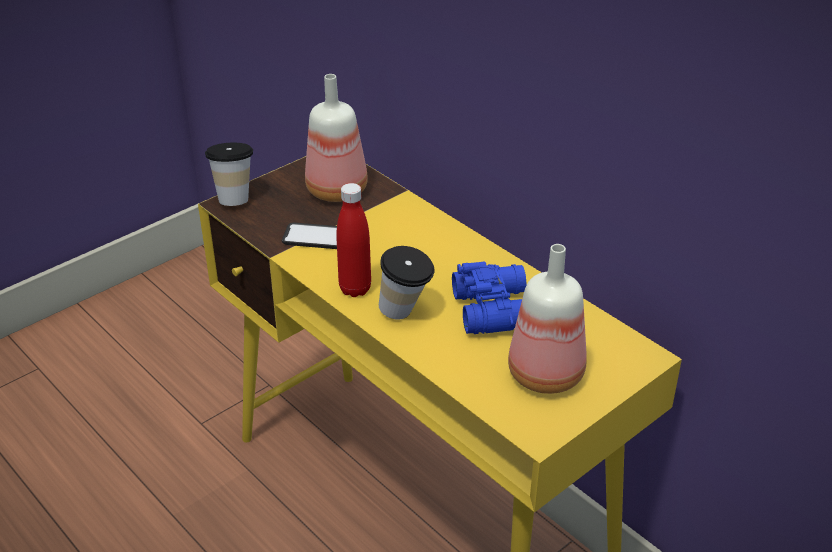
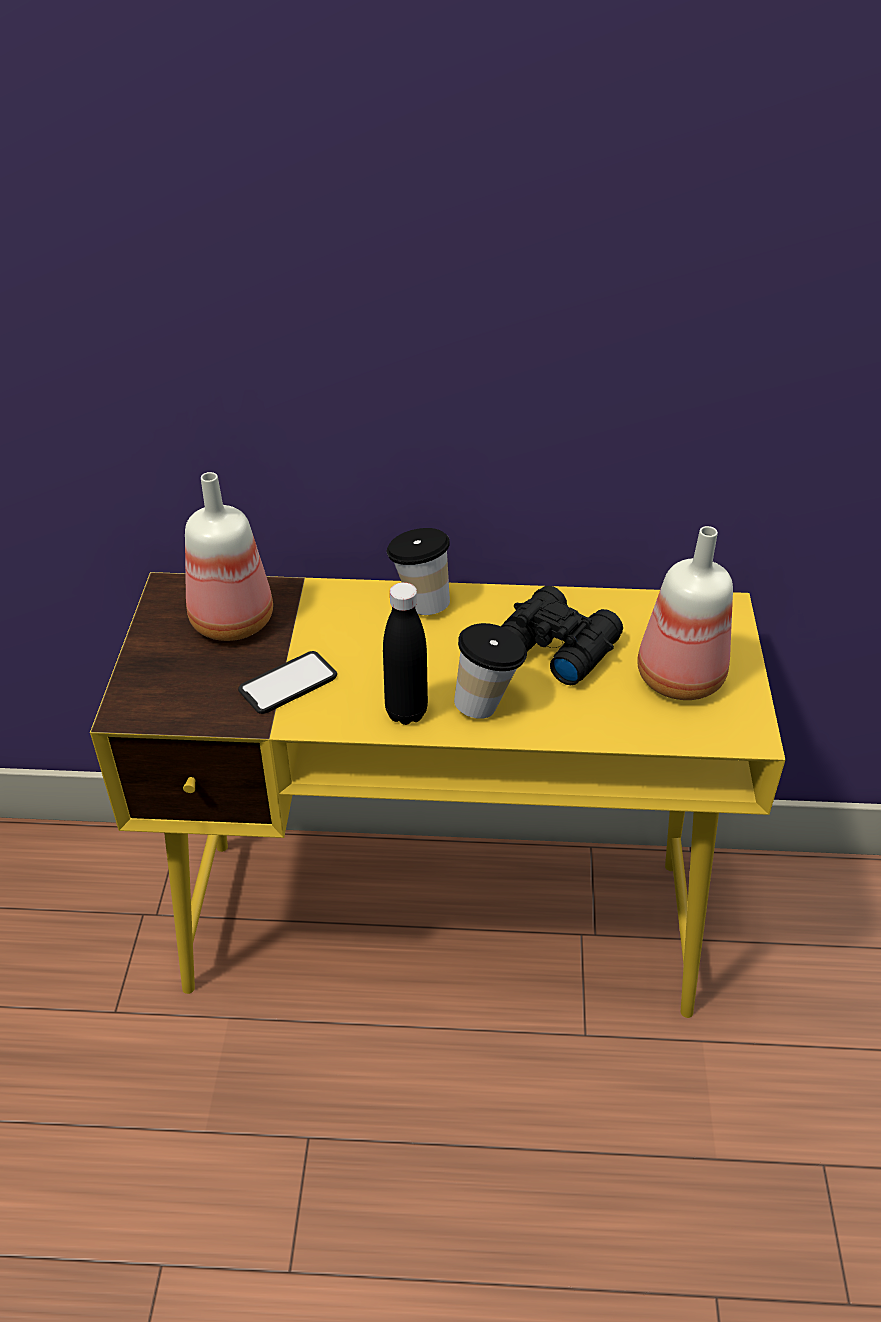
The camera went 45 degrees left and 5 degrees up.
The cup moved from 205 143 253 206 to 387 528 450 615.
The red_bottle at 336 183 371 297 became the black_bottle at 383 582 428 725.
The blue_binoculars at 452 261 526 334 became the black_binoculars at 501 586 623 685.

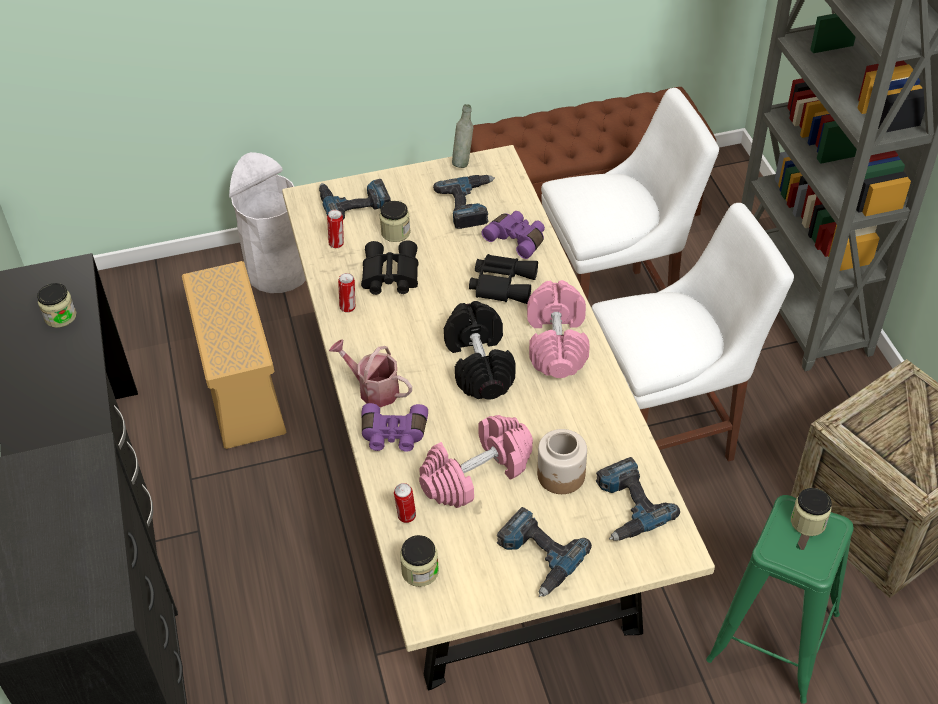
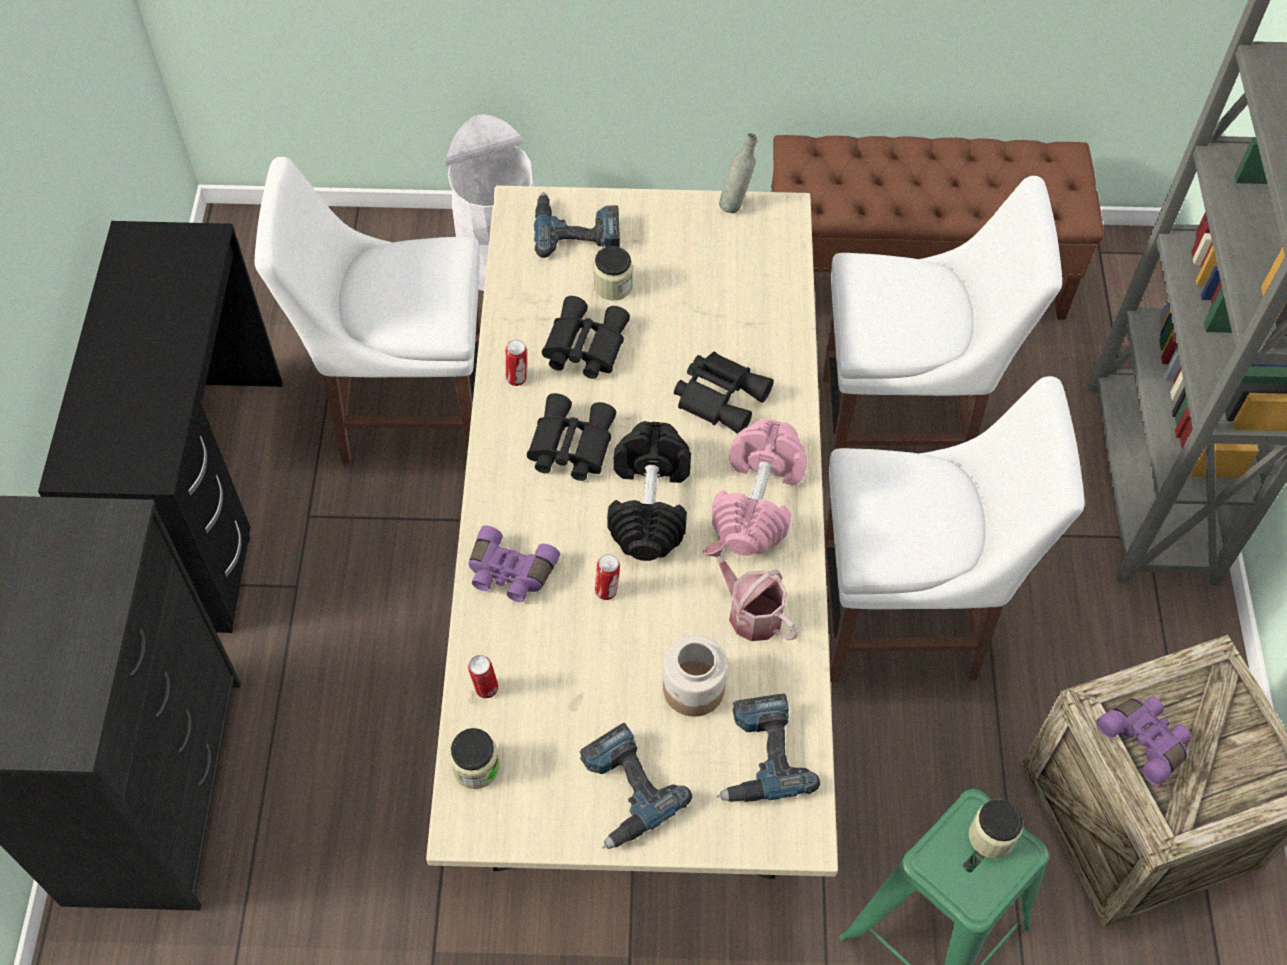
The camera went 15 degrees right and 10 degrees up.
The jar at 37 283 77 328 disappeared.
The beige_storage_box at 182 261 286 449 was replaced by the white_chair at 255 157 481 464.
The can moved from 327 210 344 248 to 595 554 620 600.
The watering_can moved from 329 339 412 407 to 703 540 798 641.
The pink_dumbbell at 419 415 533 508 disappeared.
The power_drill at 433 175 495 229 disappeared.
The purple_binoculars moved from 482 211 545 259 to 1096 697 1192 786.
The black_binoculars at 527 393 616 481 appeared.

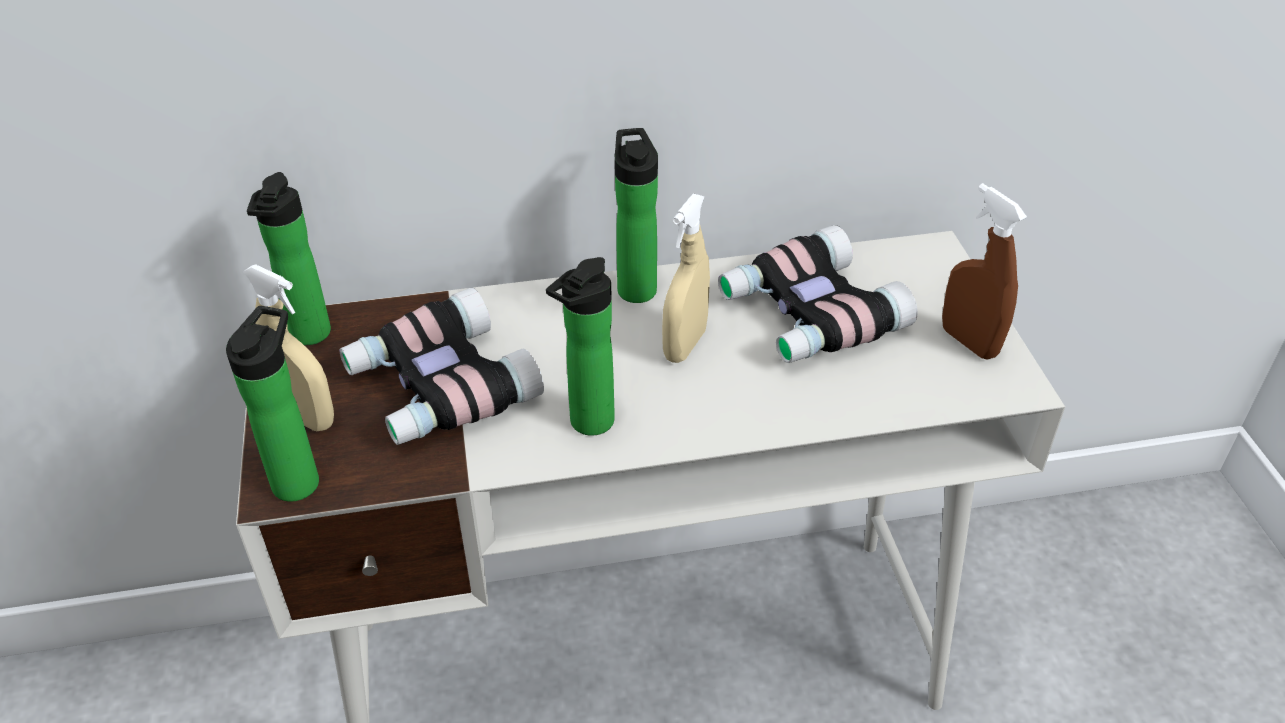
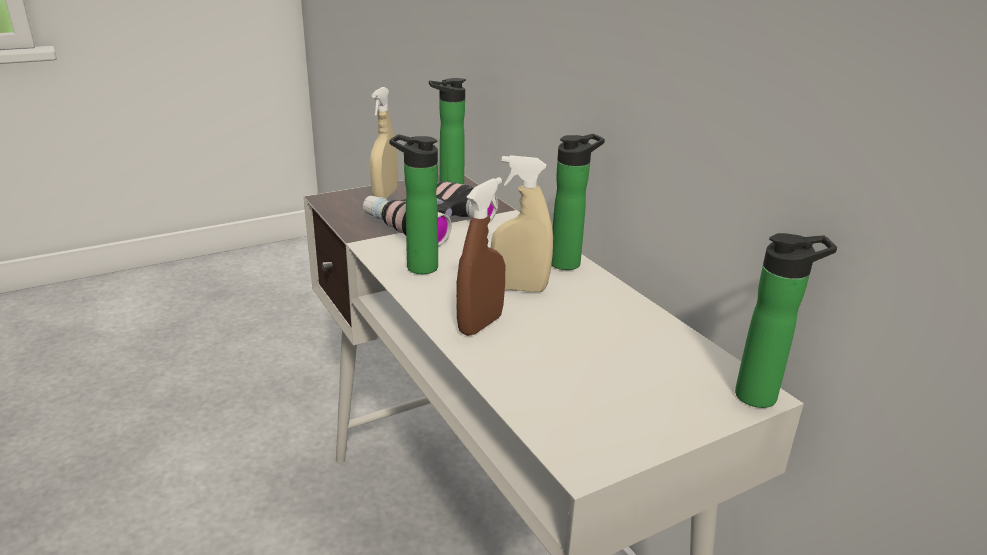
The camera went 70 degrees right and 15 degrees down.
The bottle moved from 226 306 319 502 to 735 233 837 408.
The binoculars at 718 225 918 363 disappeared.
The brown_spray_bottle moved from 942 183 1027 360 to 456 177 505 336.

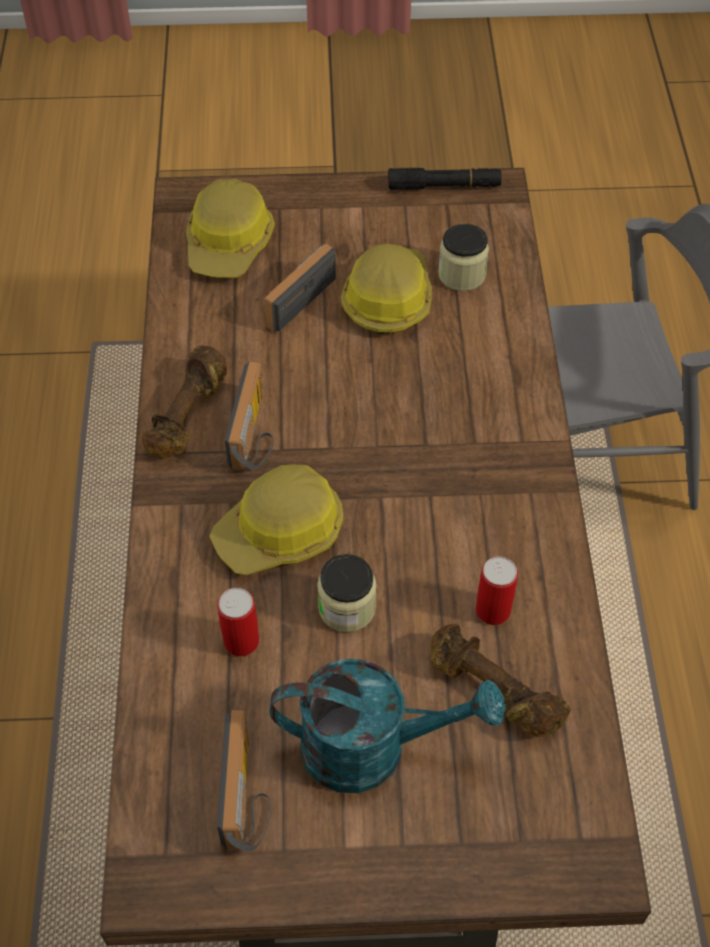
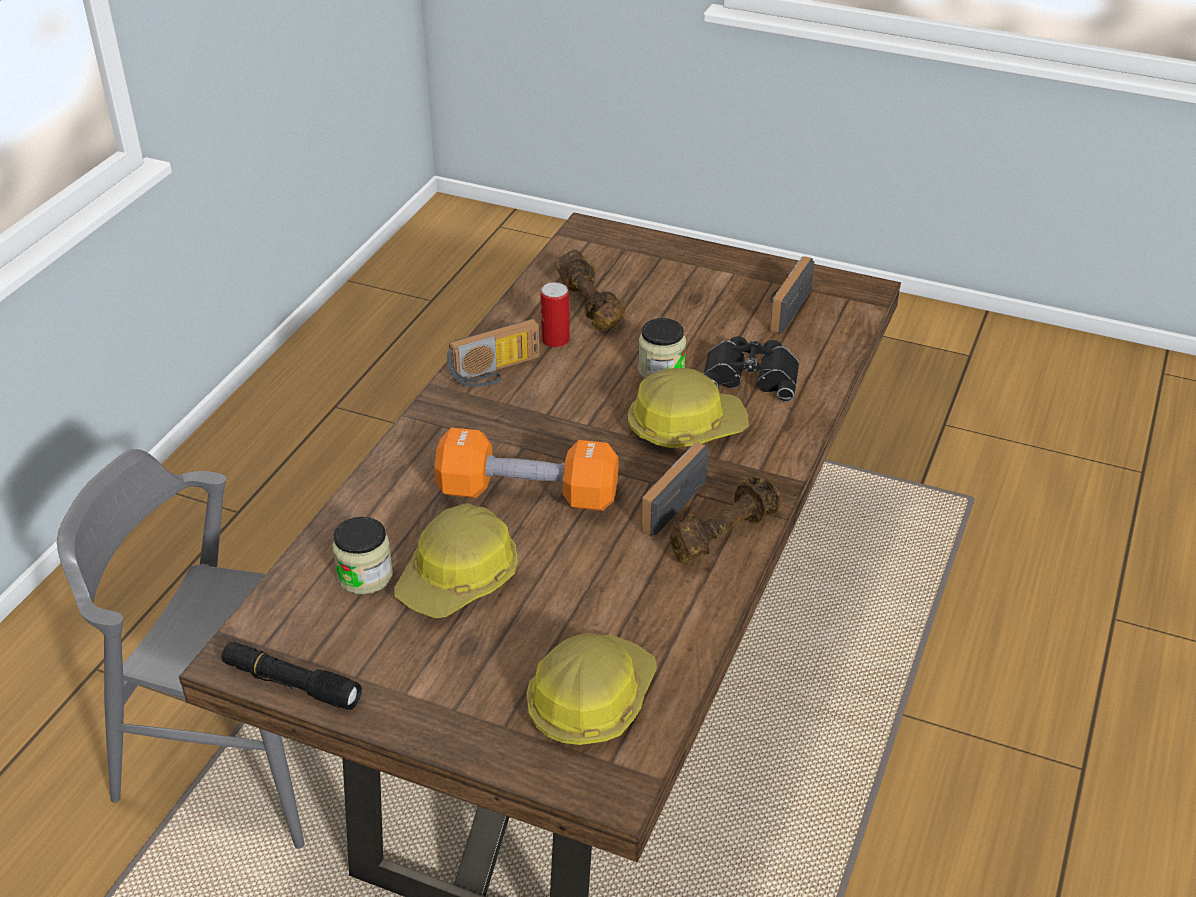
The camera went 155 degrees left and 15 degrees down.
The can at 218 588 259 657 was replaced by the black_binoculars at 704 336 799 402.
The radio moved from 265 244 336 333 to 447 319 539 387.
The turquoise_watering_can at 270 659 505 793 disappeared.
The orange_dumbbell at 434 428 619 511 appeared.

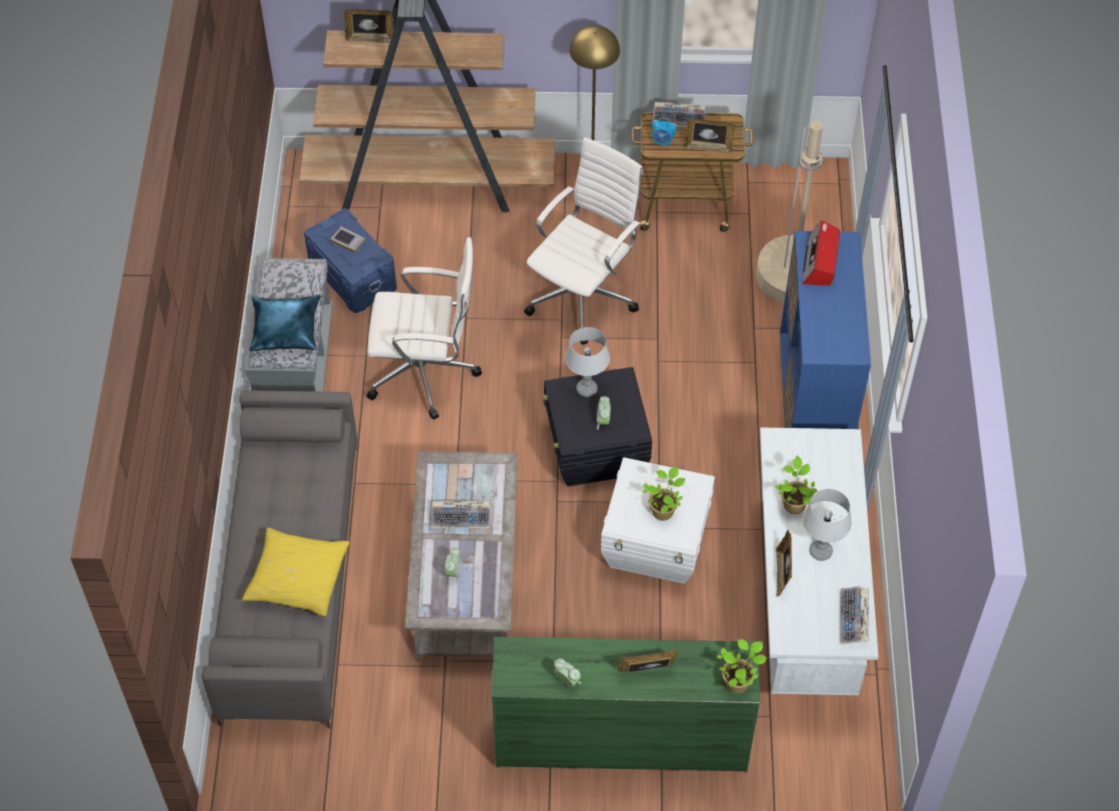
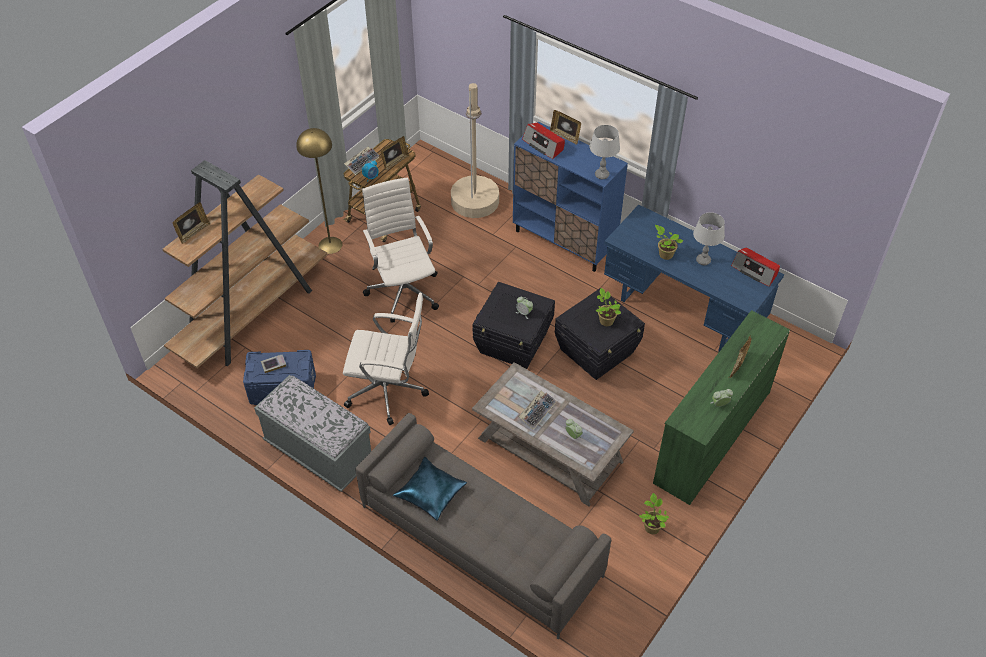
The camera went 55 degrees left and 5 degrees down.
The yellow_pillow at 242 528 350 616 disappeared.
The blue_pillow moved from 249 295 320 351 to 393 457 467 521.
The white_office_chair at 367 237 482 420 turned 60 degrees clockwise.
The grey_table_lamp moved from 565 327 610 397 to 589 125 620 179.
The white_storage_box at 601 457 715 584 became the black_storage_box at 555 289 645 380.
The potted_plant moved from 717 639 768 694 to 639 493 669 534.
The white_desk at 760 427 879 695 became the blue_desk at 604 205 784 352.
The picture_frame moved from 776 530 792 597 to 550 110 581 145.
The keyboard at 840 586 869 645 was replaced by the radio at 731 248 780 287.

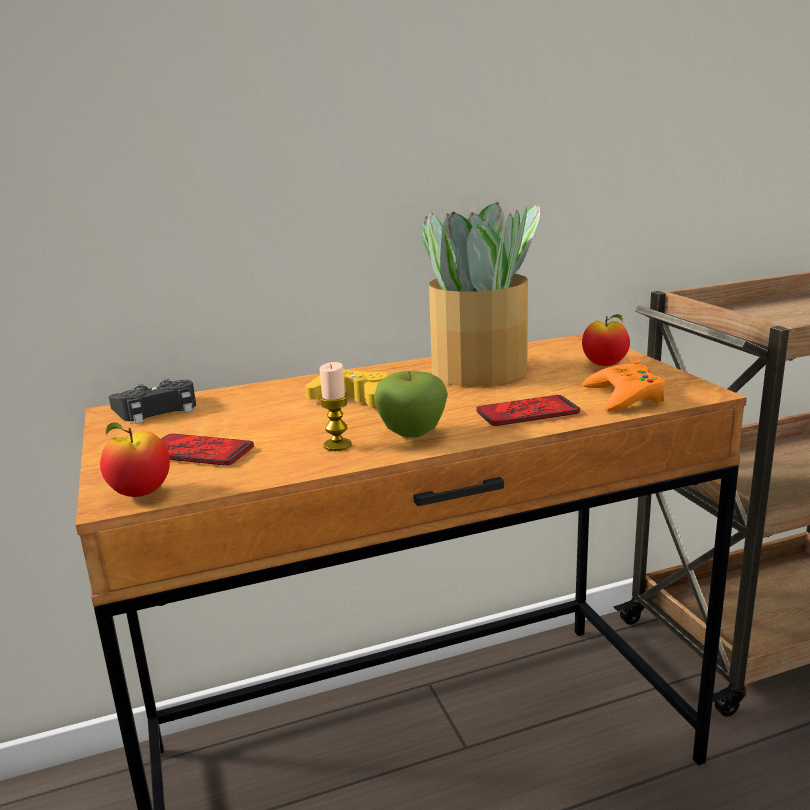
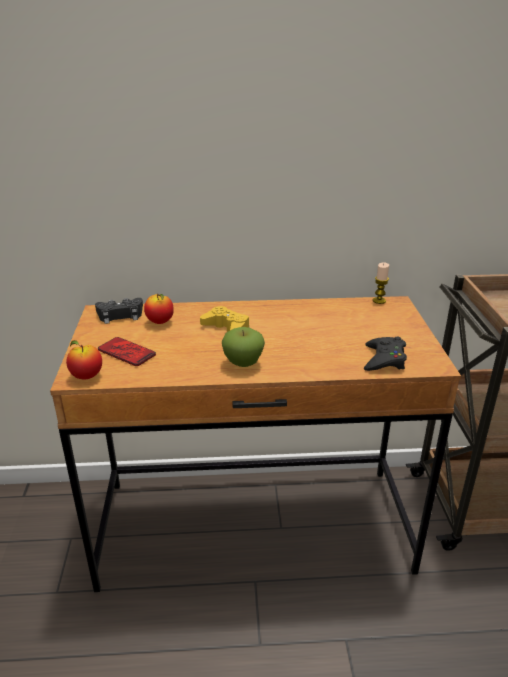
The camera went 15 degrees right and 10 degrees up.
The candle moved from 319 362 352 451 to 373 263 389 304.
The potted_plant at 422 202 540 387 disappeared.
The phone at 476 395 580 426 disappeared.
The apple moved from 582 314 630 366 to 144 293 174 324.
The orange_game_controller at 582 360 665 412 became the black_game_controller at 364 336 407 371.

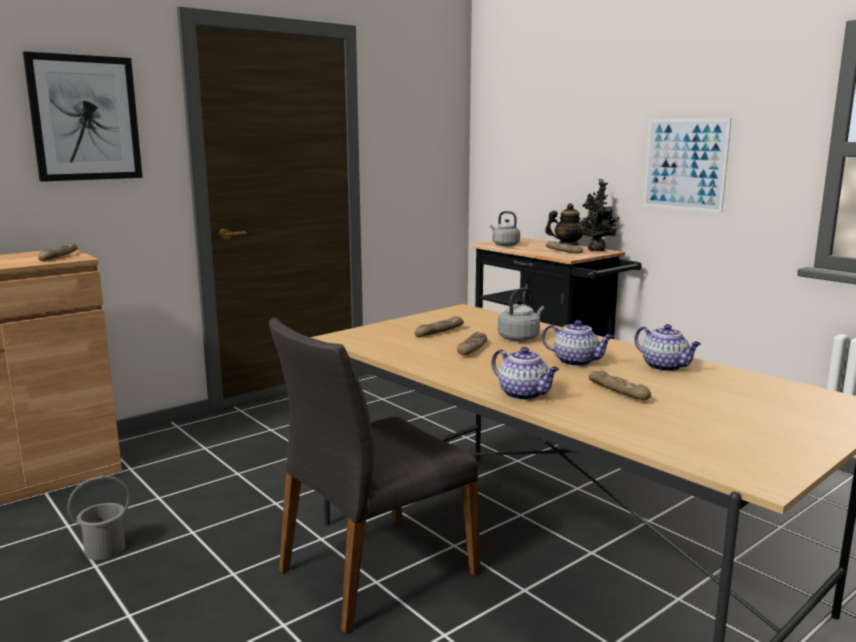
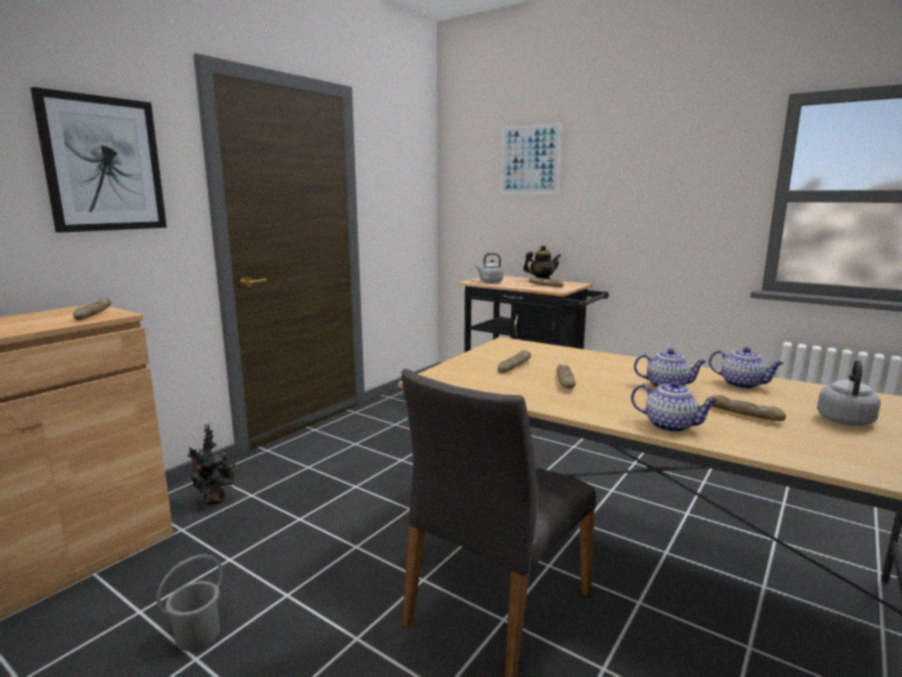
The camera went 15 degrees left and 0 degrees up.
The grey_kettle moved from 498 288 544 341 to 817 360 881 426.
The potted_plant moved from 580 179 619 251 to 188 424 238 505.
The picture moved from 643 118 732 213 to 501 123 562 194.

